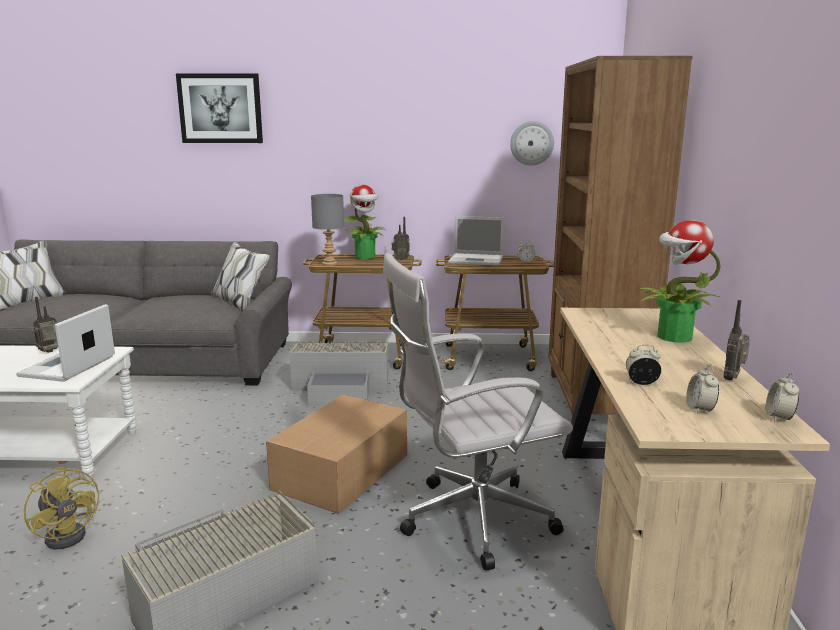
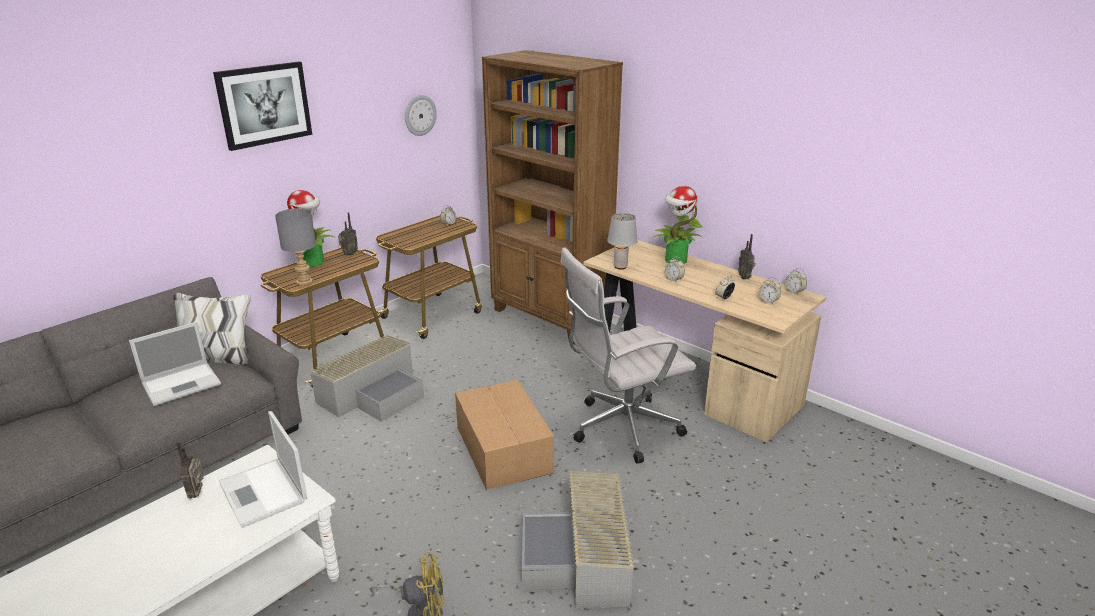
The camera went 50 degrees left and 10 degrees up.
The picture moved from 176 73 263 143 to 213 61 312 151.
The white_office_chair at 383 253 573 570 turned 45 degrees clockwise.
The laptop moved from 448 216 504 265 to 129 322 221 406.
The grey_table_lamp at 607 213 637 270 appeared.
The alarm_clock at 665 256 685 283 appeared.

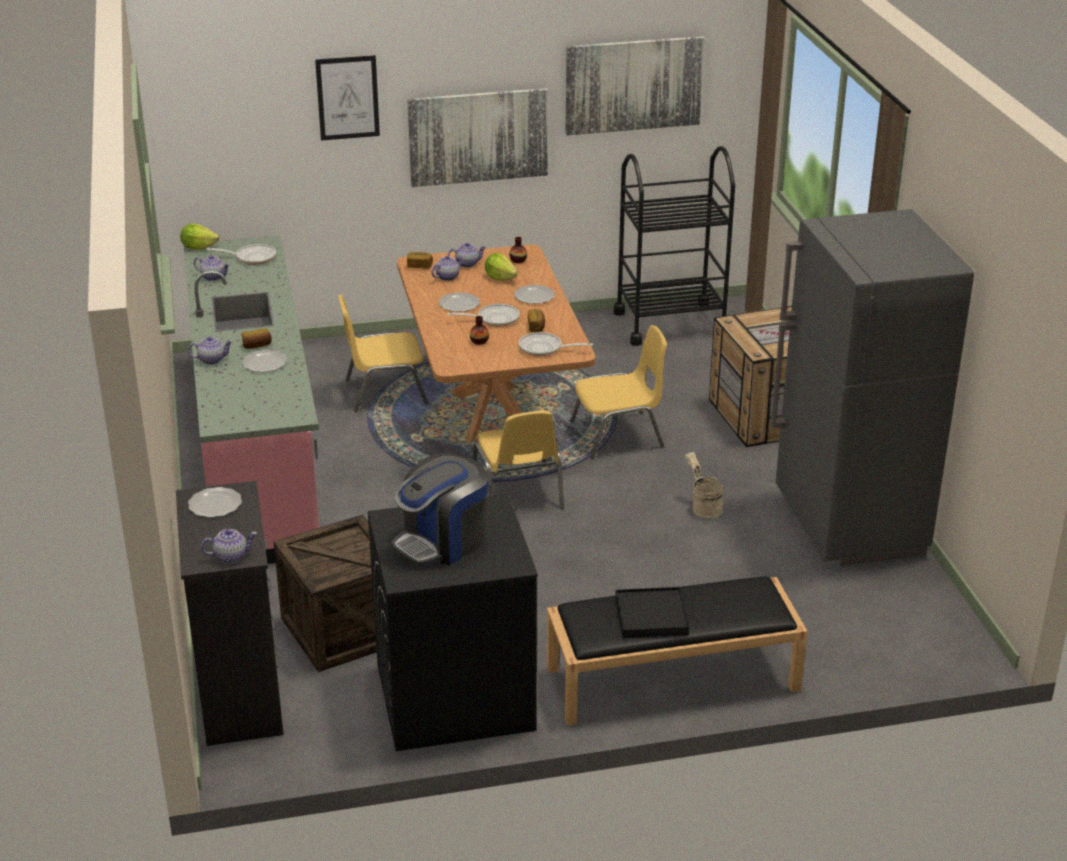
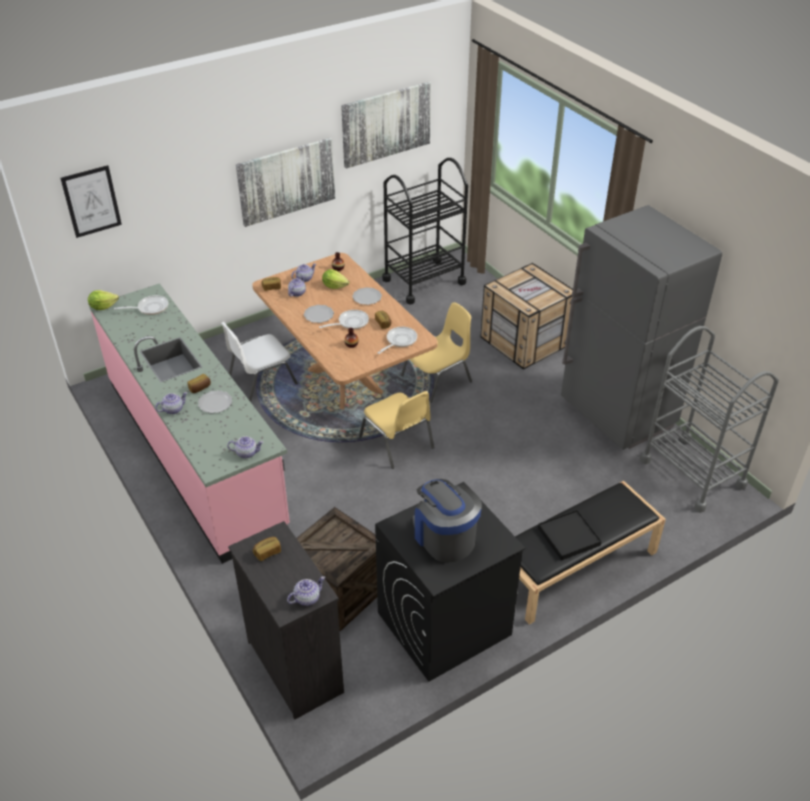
The camera went 20 degrees left and 10 degrees up.
The plate at 188 487 242 518 was replaced by the bread at 253 537 281 561.
The teapot moved from 194 255 230 281 to 227 436 263 459.
The picture moved from 315 55 380 141 to 61 165 122 238.
The yellow_chair at 338 295 429 412 became the white_chair at 221 322 298 402.
The coffee_machine at 391 453 489 566 turned 120 degrees clockwise.
The frying_pan at 519 332 593 356 turned 135 degrees clockwise.
The beige_bucket at 685 452 723 518 disappeared.
The grey_cart at 640 326 779 513 appeared.

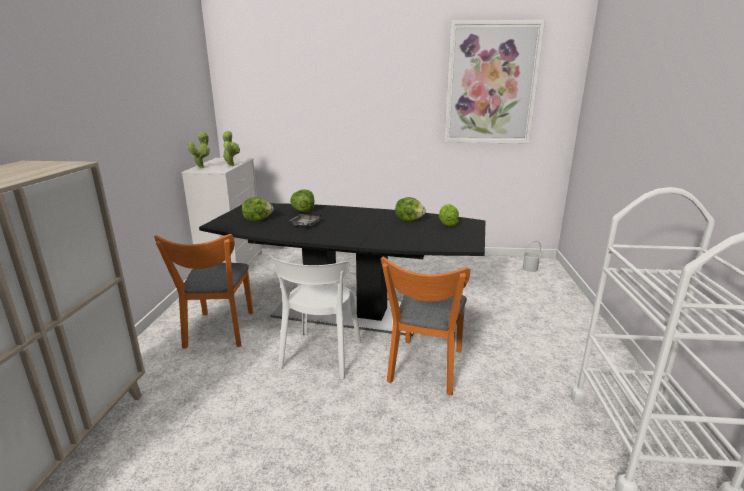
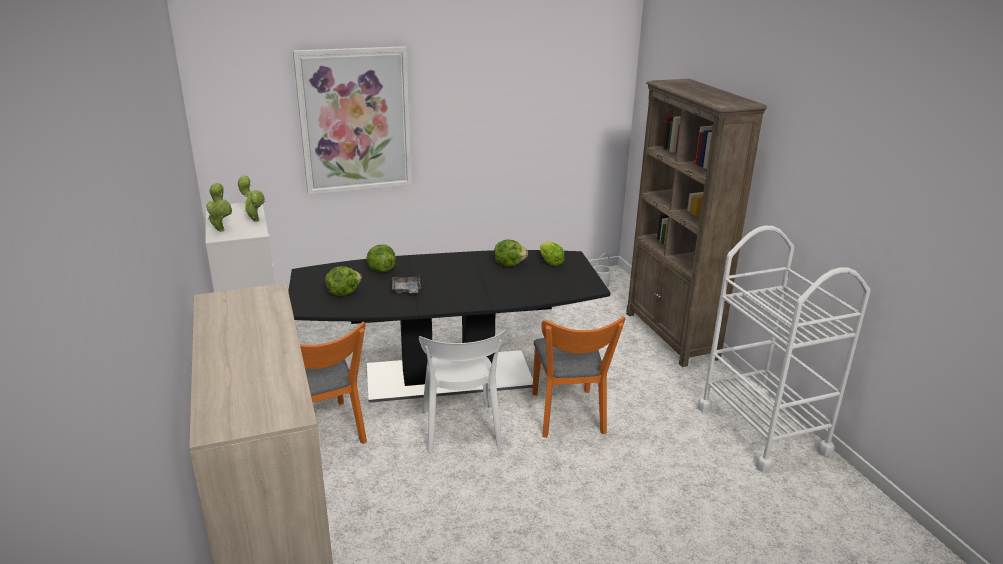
The camera went 25 degrees left and 5 degrees up.
The picture moved from 444 20 545 143 to 293 46 412 195.
The brown_bookcase at 626 79 767 367 appeared.

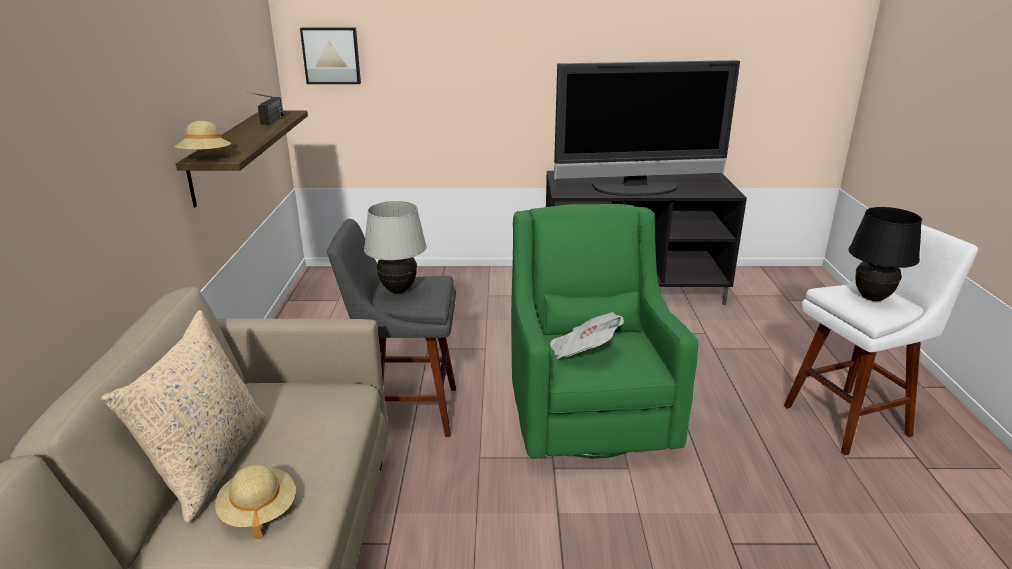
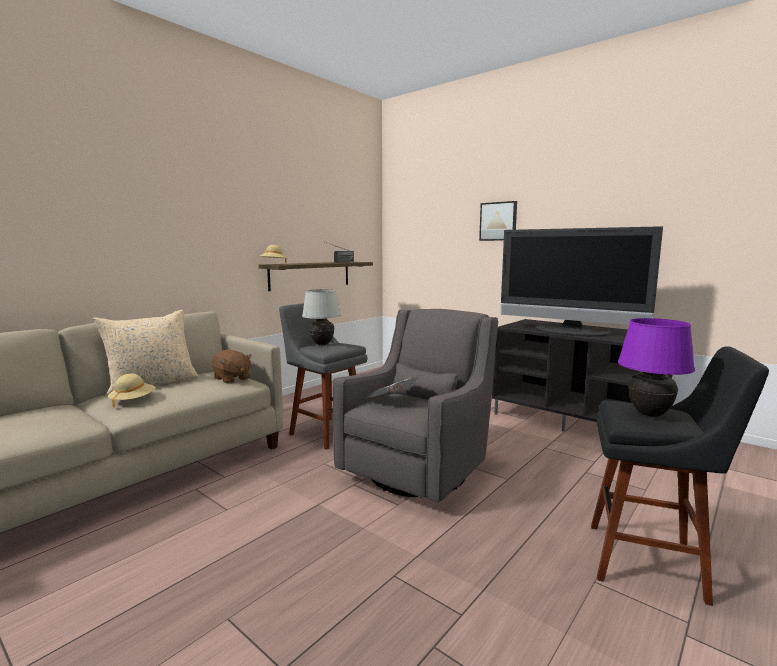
The camera went 40 degrees right and 15 degrees down.
The picture moved from 300 27 361 84 to 479 201 517 241.
The green_armchair at 511 204 699 459 became the grey_armchair at 333 309 498 502.
The white_stool at 784 224 978 455 became the black_stool at 591 346 769 606.
The black_table_lamp at 849 207 922 301 became the purple_table_lamp at 618 318 695 417.
The brown_plush_toy at 212 350 252 384 appeared.

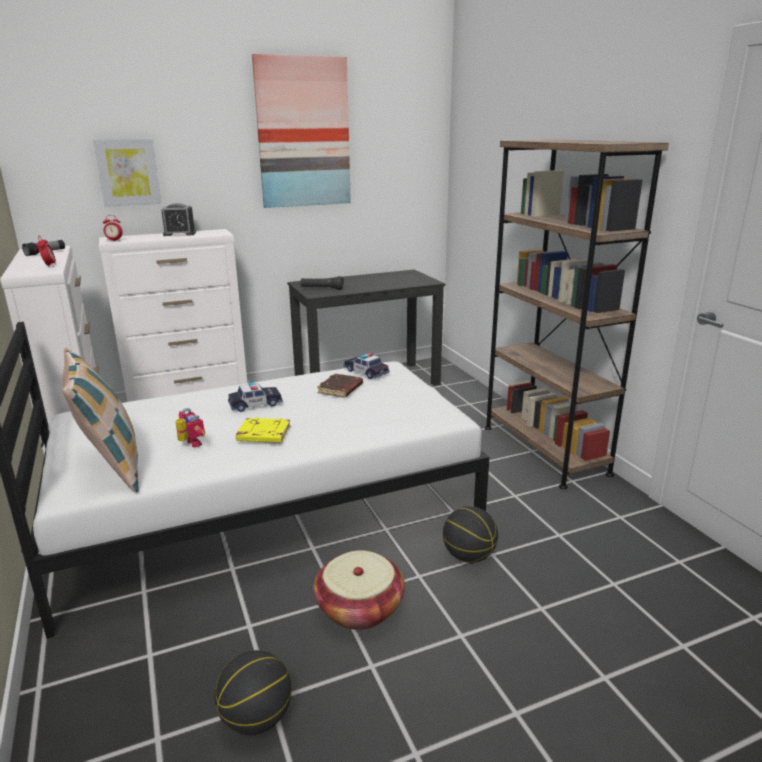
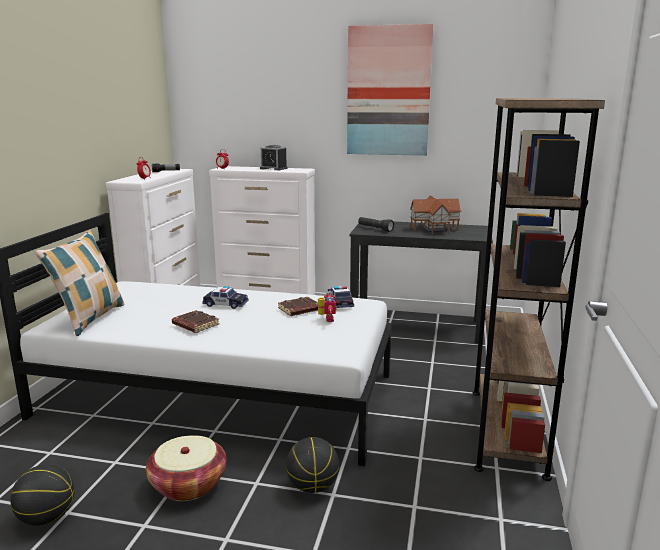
The camera went 35 degrees right and 5 degrees down.
The picture at 93 139 161 207 disappeared.
The toy_robot moved from 175 408 205 447 to 318 291 336 322.
The yellow_book at 236 418 290 443 became the brown_book at 172 310 219 333.
The toy_house at 410 195 461 234 appeared.

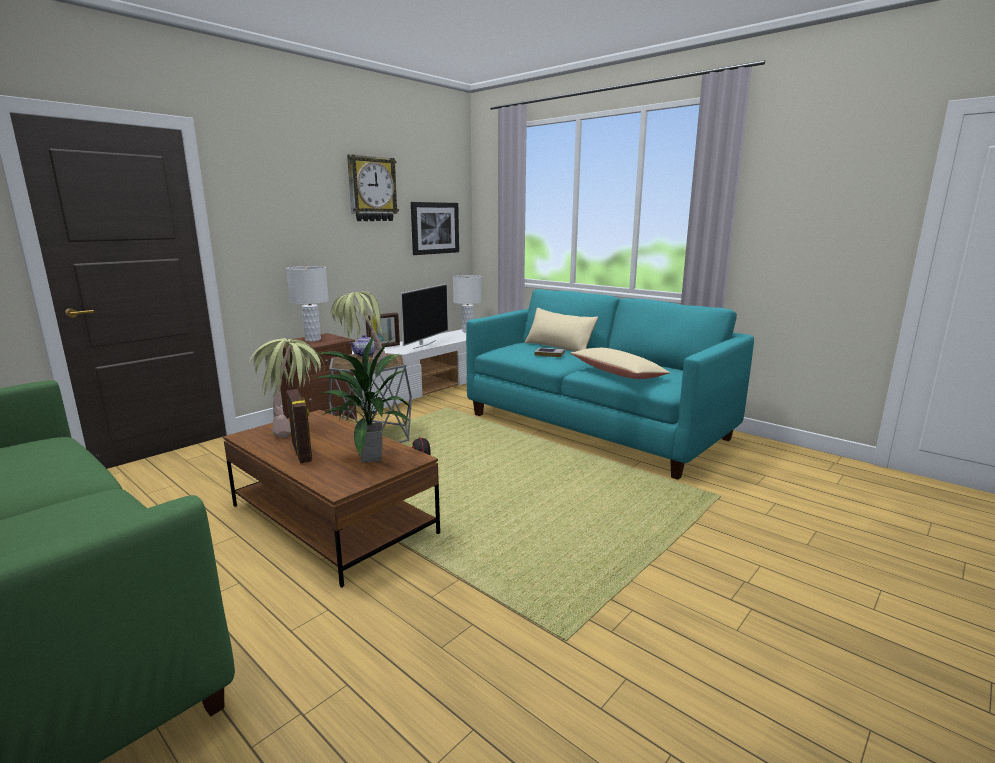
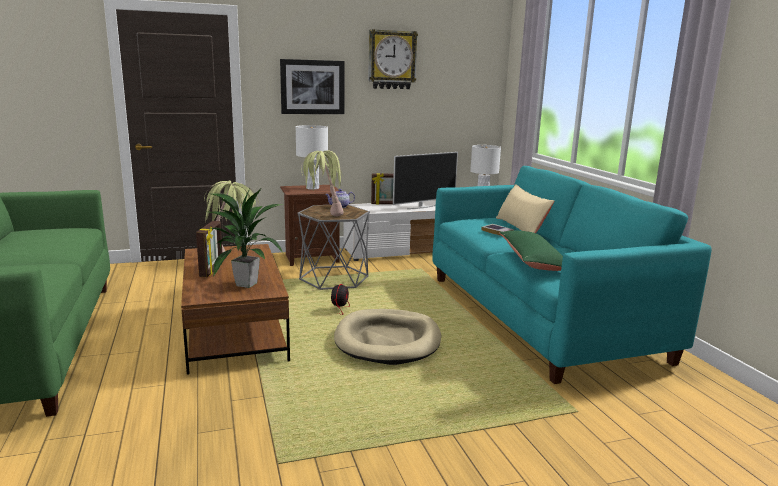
The camera went 30 degrees right and 0 degrees up.
The picture moved from 411 202 459 255 to 280 59 345 114.
The beige_pillow at 571 348 670 379 became the green_pillow at 499 231 563 271.
The beige_dog_bed at 334 309 441 365 appeared.

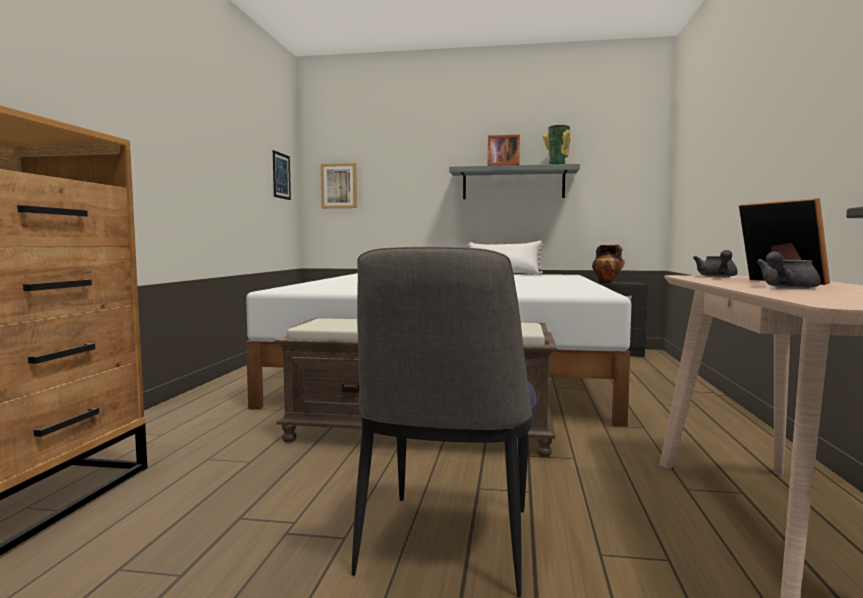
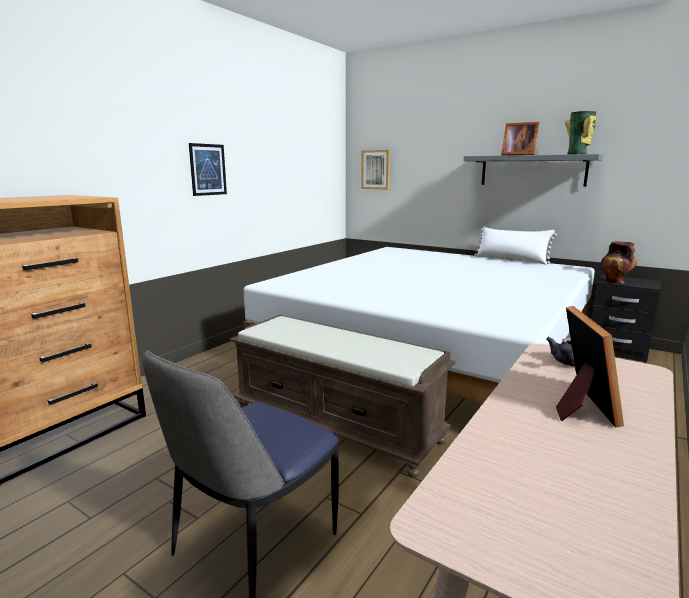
The camera went 25 degrees right and 10 degrees up.
The picture moved from 273 150 291 200 to 189 143 227 196.
The grey_teapot at 756 251 821 289 disappeared.

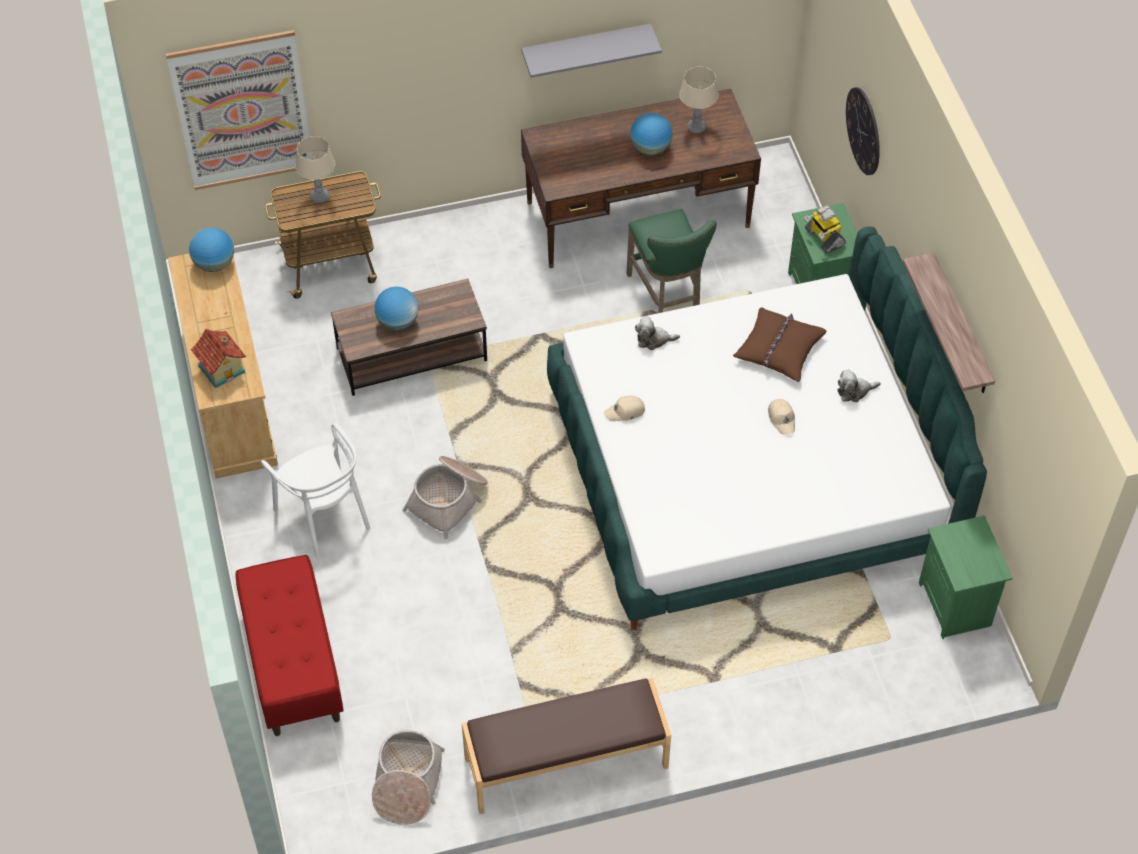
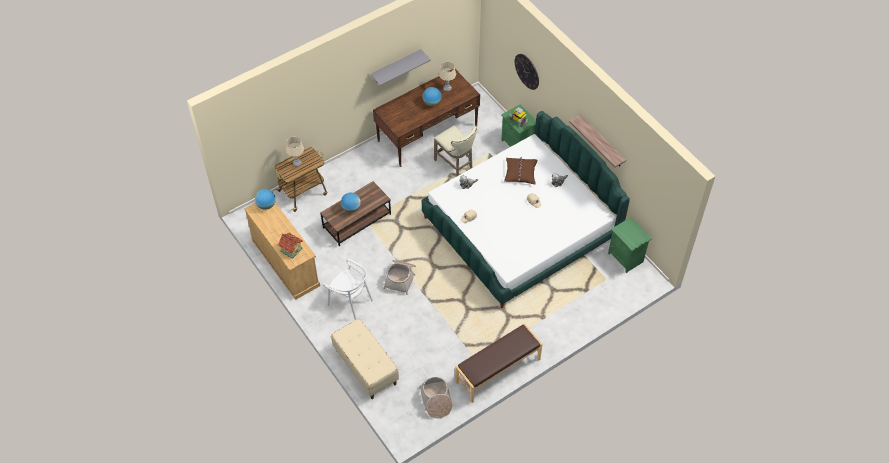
The camera went 20 degrees left and 0 degrees up.
The picture at 166 30 312 190 disappeared.
The red_bench at 236 555 344 736 became the beige_bench at 331 318 399 399.
The green_stool at 627 209 717 313 became the beige_stool at 434 126 477 177.

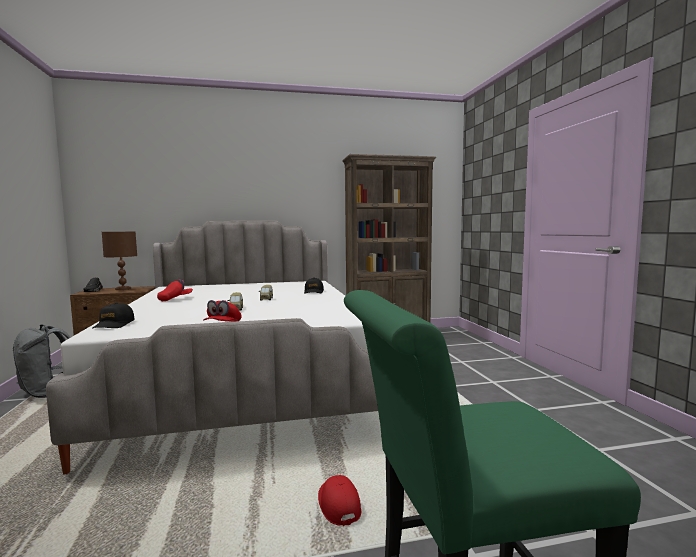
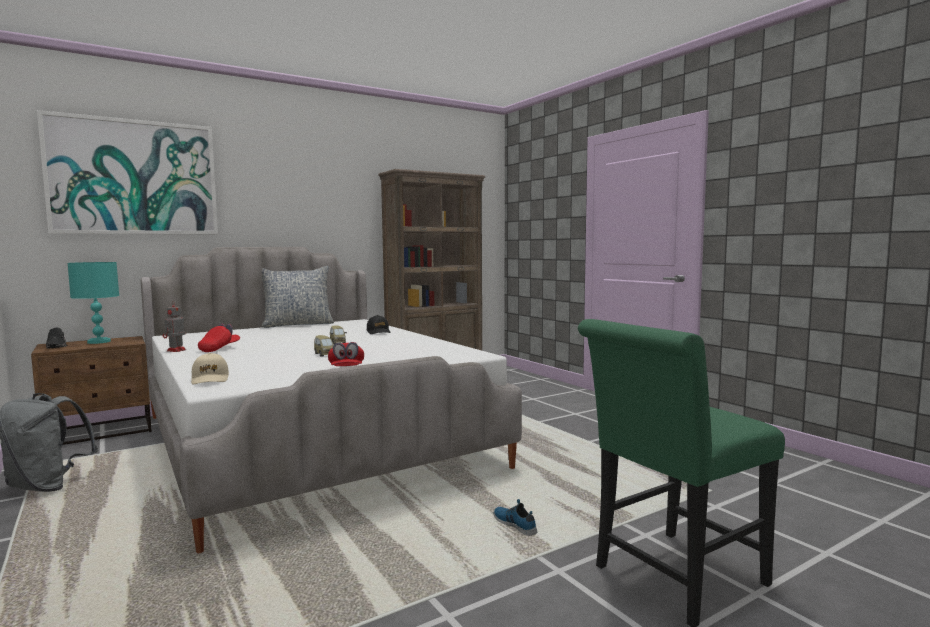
The camera went 20 degrees left and 0 degrees up.
The black_cap at 93 303 135 328 became the beige_cap at 191 353 229 384.
The brown_table_lamp at 102 232 137 290 became the turquoise_table_lamp at 68 262 119 344.
The red_cap at 318 475 361 526 was replaced by the shoe at 494 499 537 536.
The picture at 37 110 218 234 appeared.
The toy_robot at 163 301 186 352 appeared.
The pillow at 261 266 334 328 appeared.

